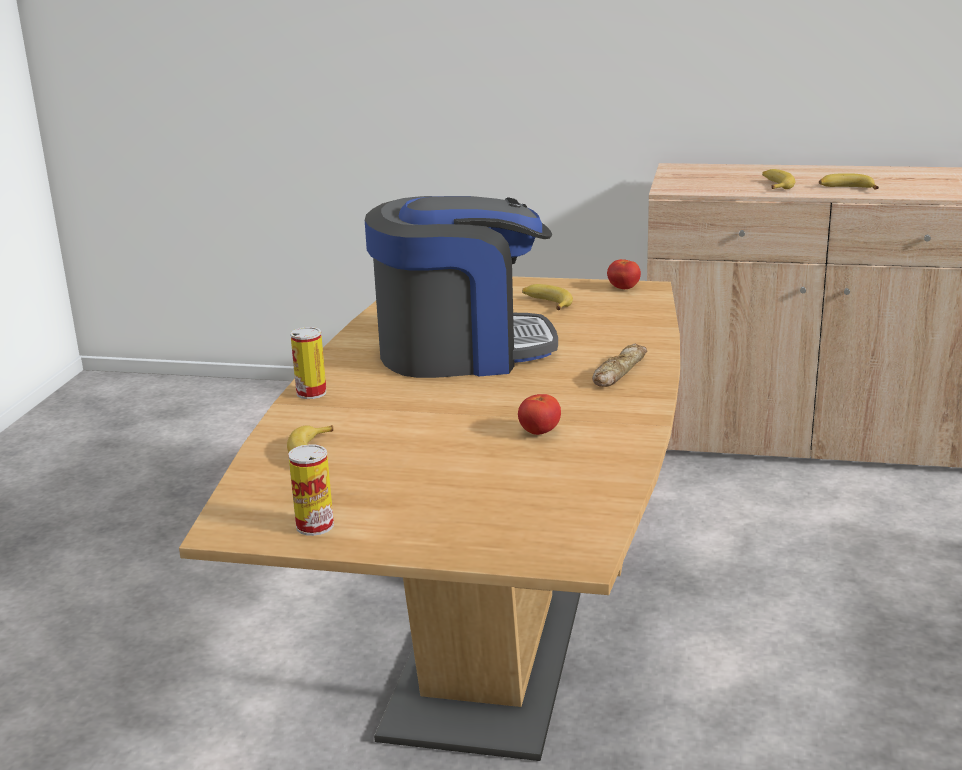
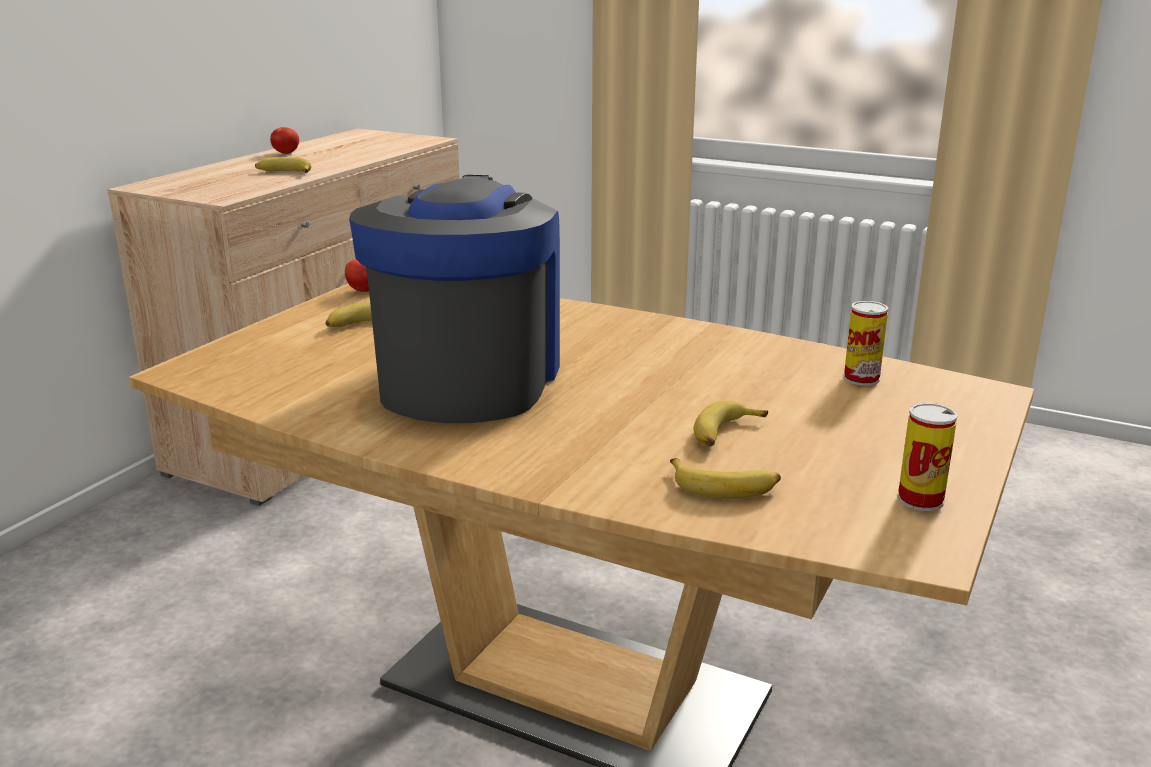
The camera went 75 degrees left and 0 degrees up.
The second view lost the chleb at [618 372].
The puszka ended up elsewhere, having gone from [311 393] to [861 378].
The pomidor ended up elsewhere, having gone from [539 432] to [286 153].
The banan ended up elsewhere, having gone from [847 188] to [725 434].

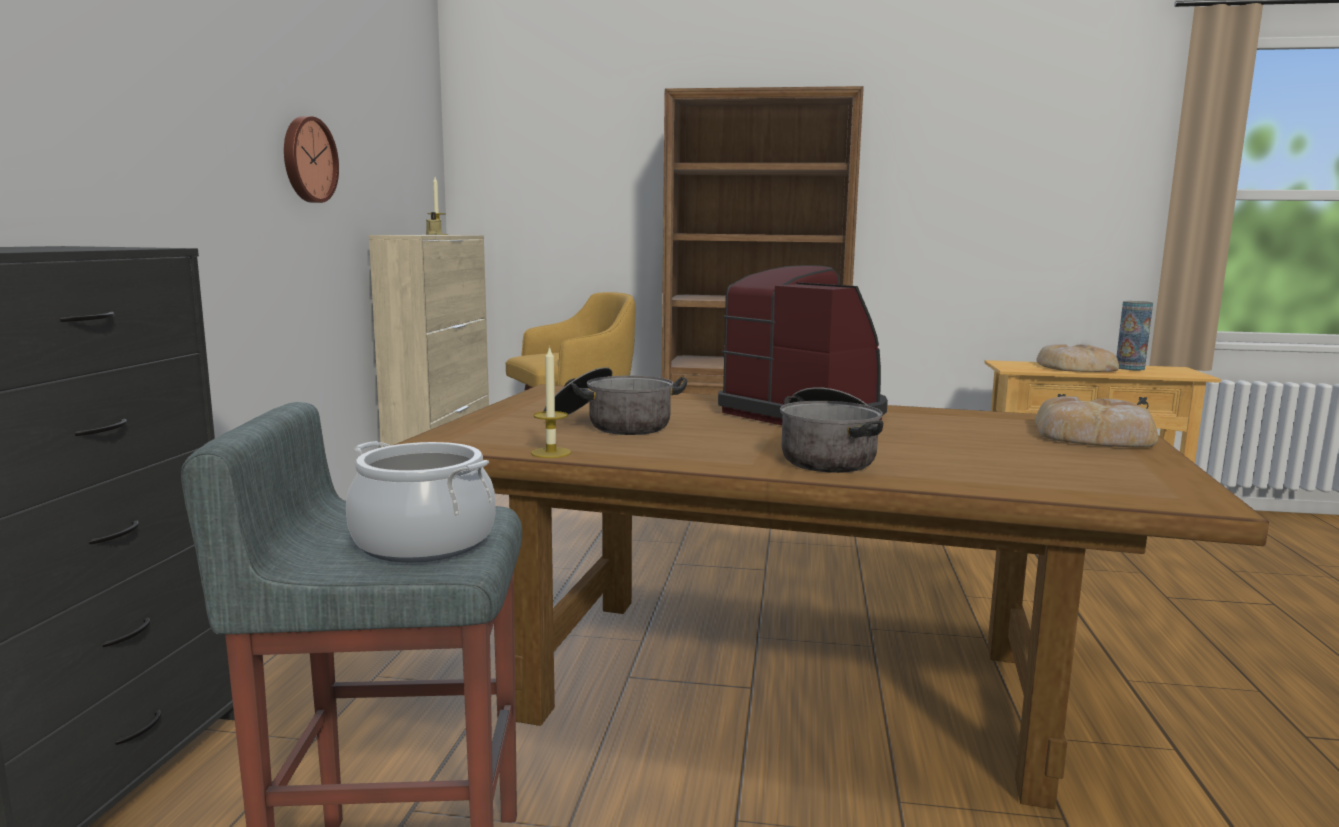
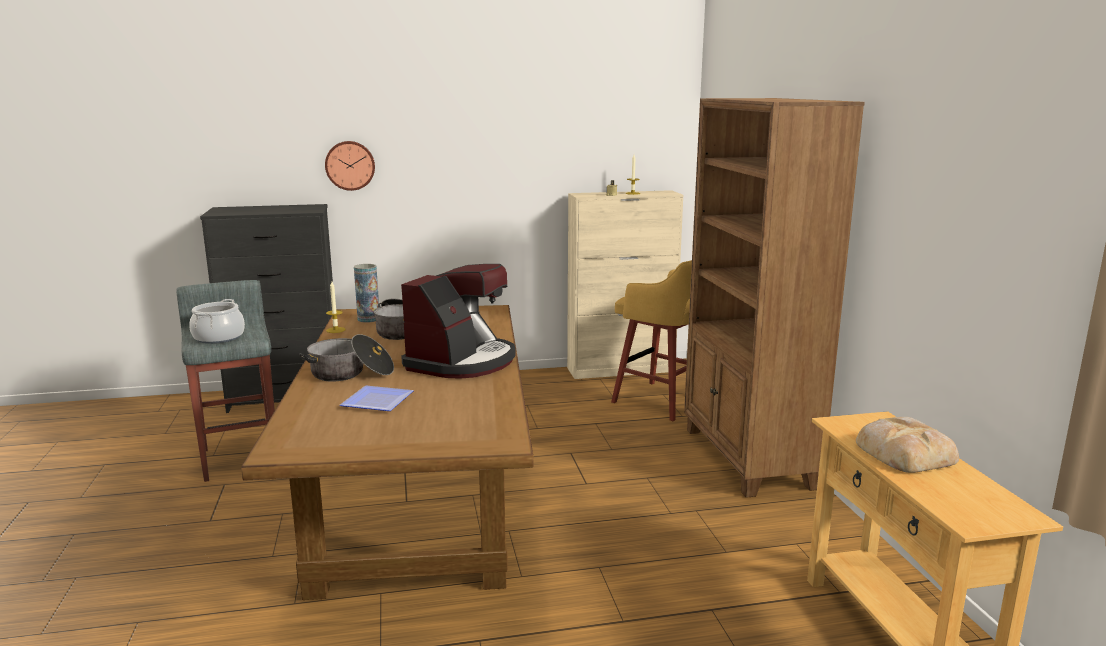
The camera went 70 degrees right and 5 degrees up.
The second view lost the chleb at [1095 436].
The second view gained the talerz at [380 401].
The zegar ścienny ended up elsewhere, having gone from [307 160] to [350 165].
The wazon ended up elsewhere, having gone from [1129 368] to [368 319].

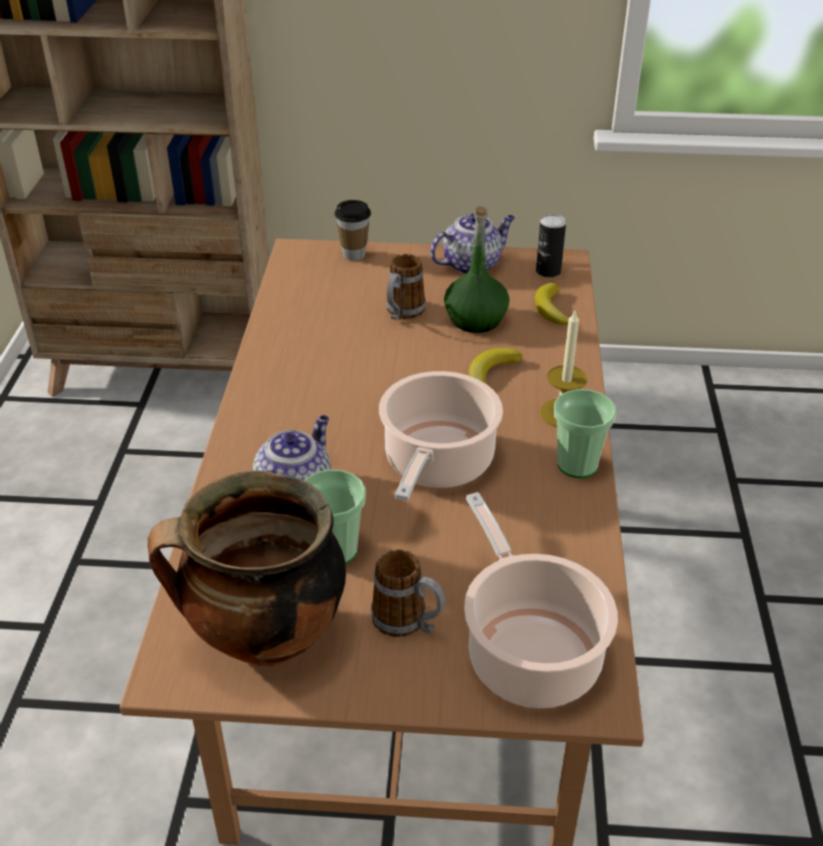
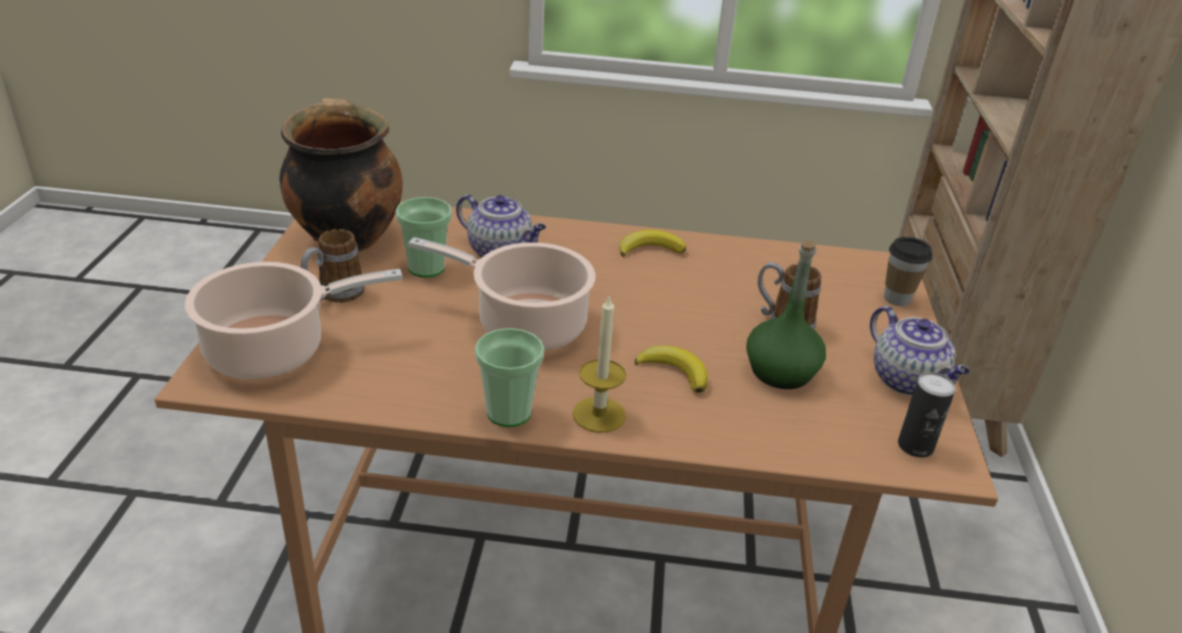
The camera went 90 degrees right and 5 degrees down.
The banan ended up elsewhere, having gone from [551 309] to [650 249].

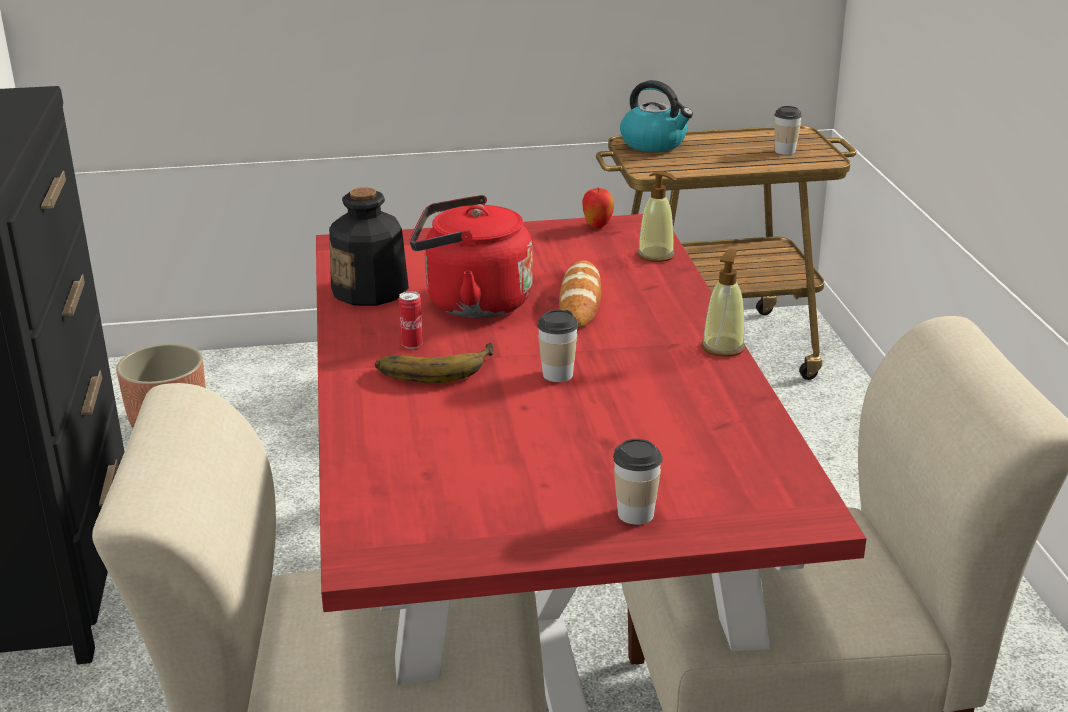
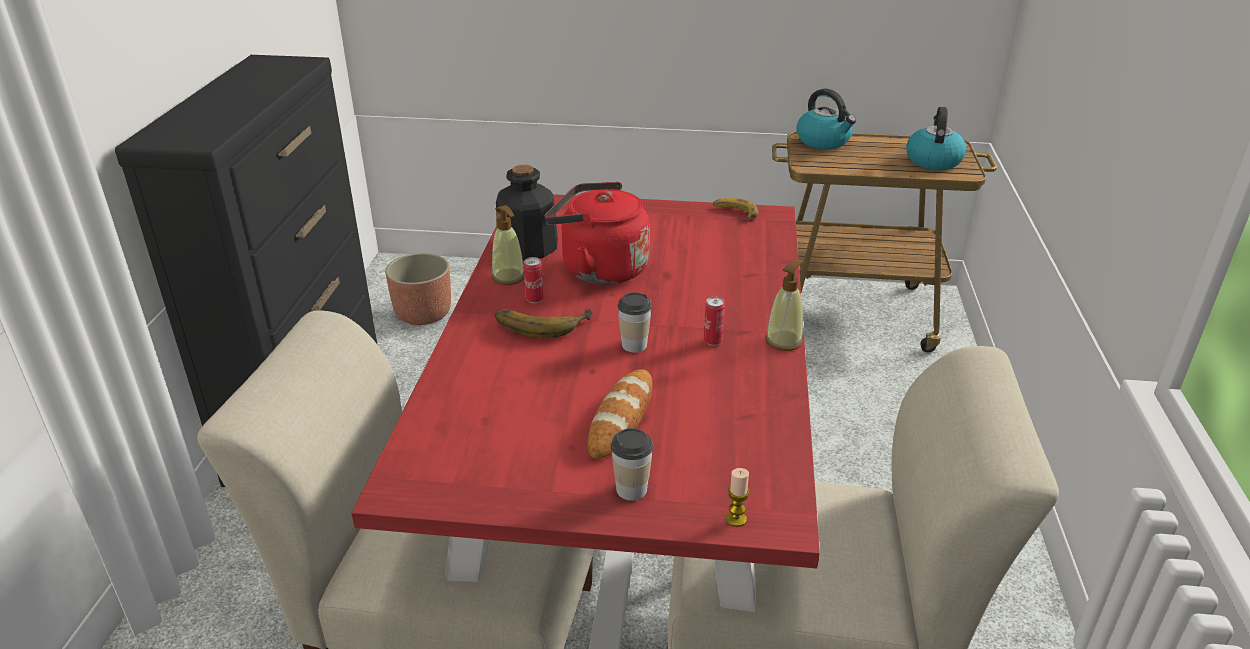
The camera went 15 degrees right and 5 degrees up.
The second view gained the puszka at [712 341].
The second view gained the świeca at [736 519].
The chleb ended up elsewhere, having gone from [580 300] to [621 418].
The dozownik mydła ended up elsewhere, having gone from [656 255] to [508 277].
Where the jabłko stood at [597 226], the banan came to stand at [735 212].
Where the filiżanka stood at [785 151], the czajnik came to stand at [933 160].

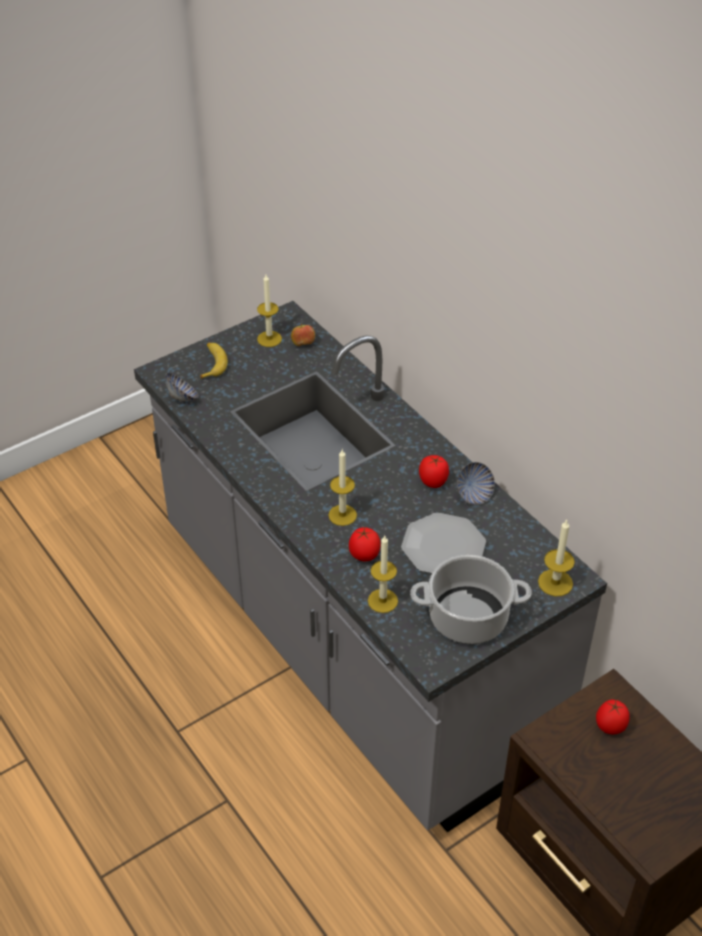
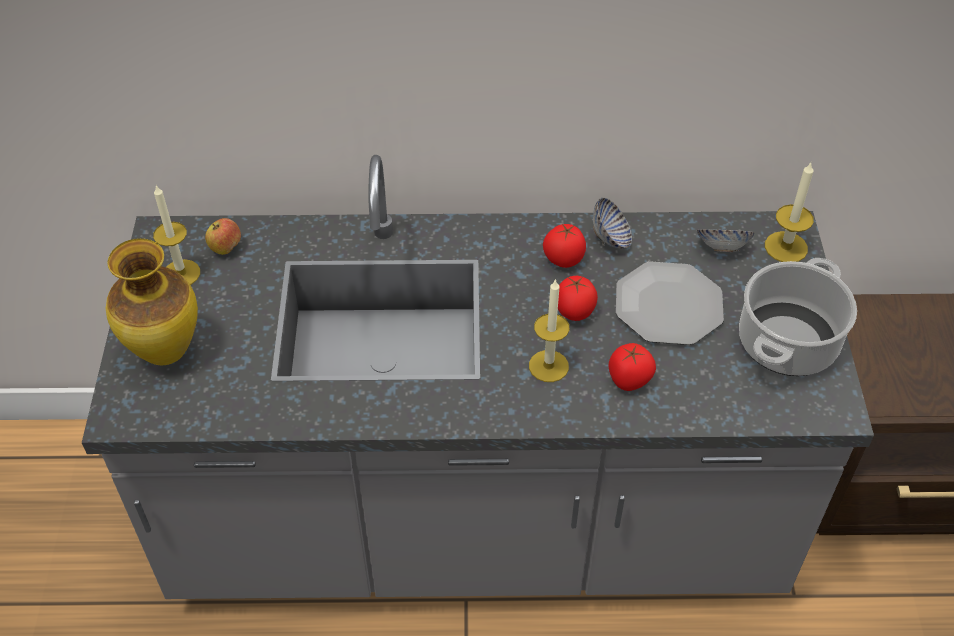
The camera went 55 degrees left and 5 degrees up.
The second view lost the świeca at [382 601].
The miska ended up elsewhere, having gone from [183 397] to [722 248].
The pomidor ended up elsewhere, having gone from [609 727] to [574 313].
Where the banan stood at [212 364], the wazon came to stand at [164 352].

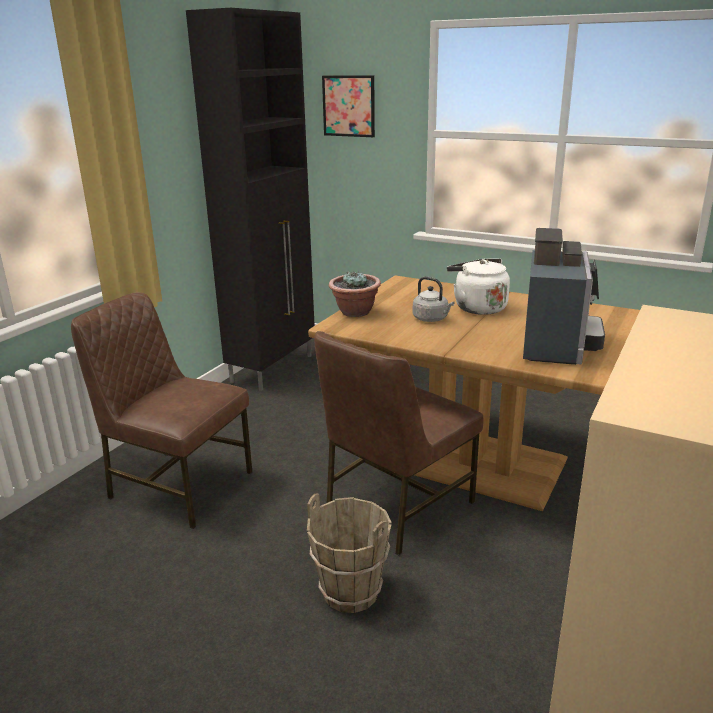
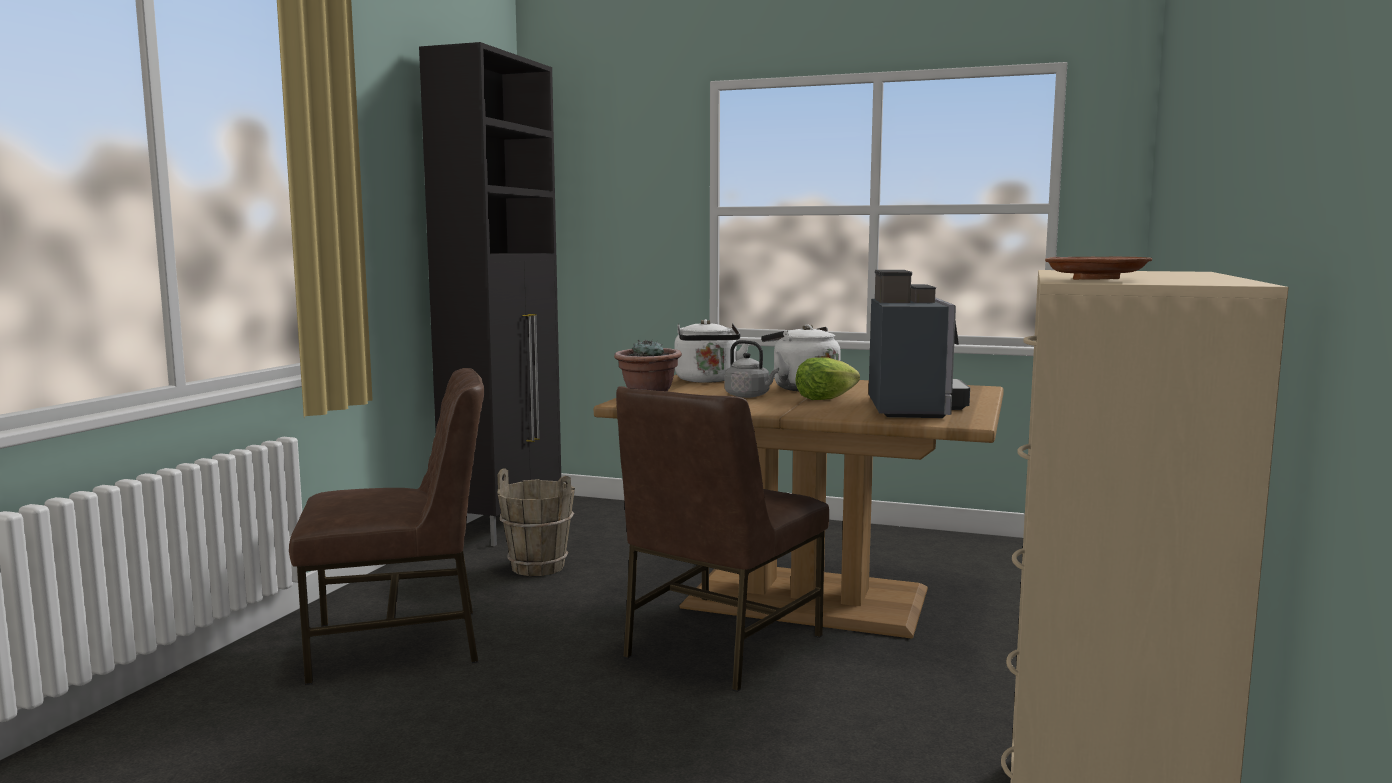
The camera went 10 degrees left and 15 degrees down.
The second view lost the obraz at [349 106].
The second view gained the czajnik/biały at [707 380].
The second view gained the sałata at [824 399].
The second view gained the talerz/brązowy at [1096 279].
The wiadro/brązowy ended up elsewhere, having gone from [351 591] to [538 567].
The krzesło/brązowy at [178 485] ended up facing another way, 150 degrees clockwise from before.

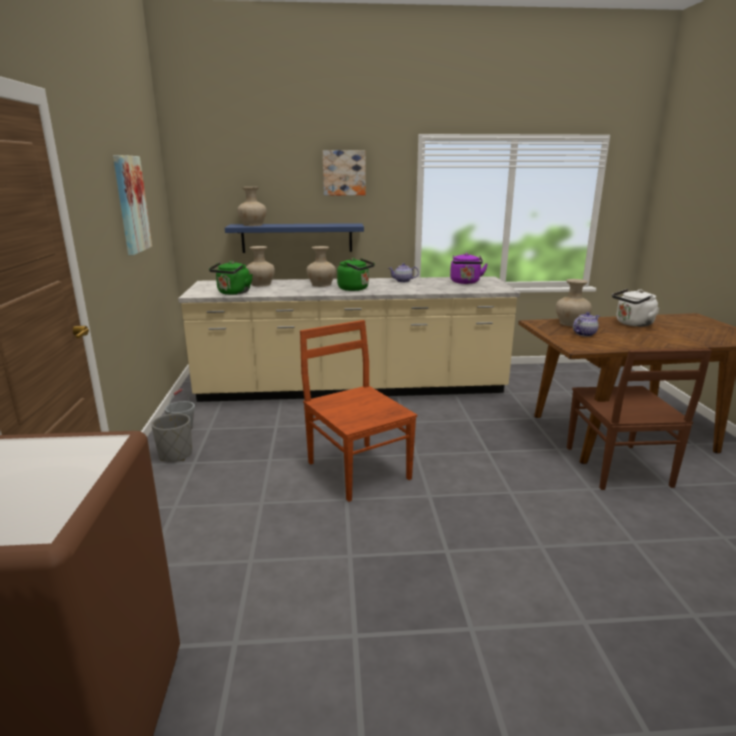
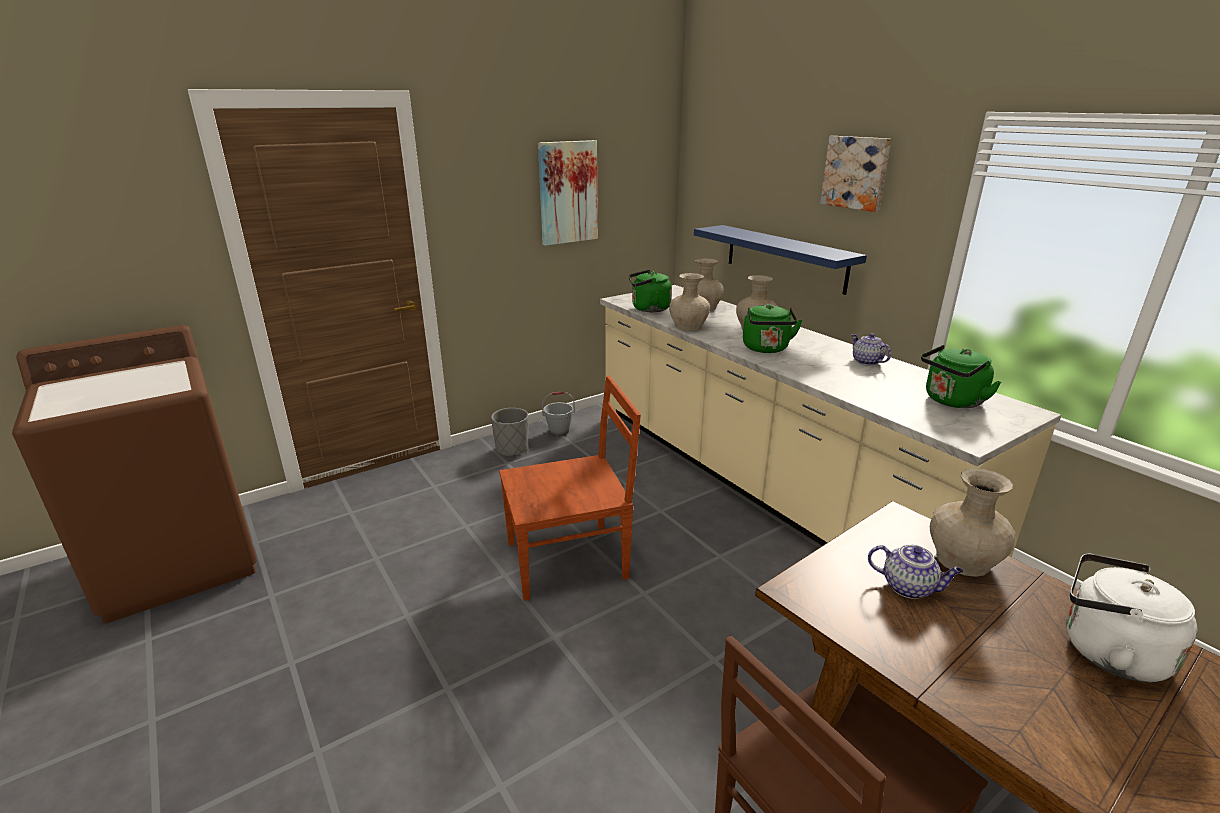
The camera went 60 degrees right and 5 degrees up.
The wazon/beżowy ended up elsewhere, having gone from [252 225] to [688 326].
What was the czajnik/fioletowy at [465 282] turned into the czajnik/zielony at [951 401].
The krzesło/brązowy at [357 469] ended up facing another way, 45 degrees clockwise from before.

